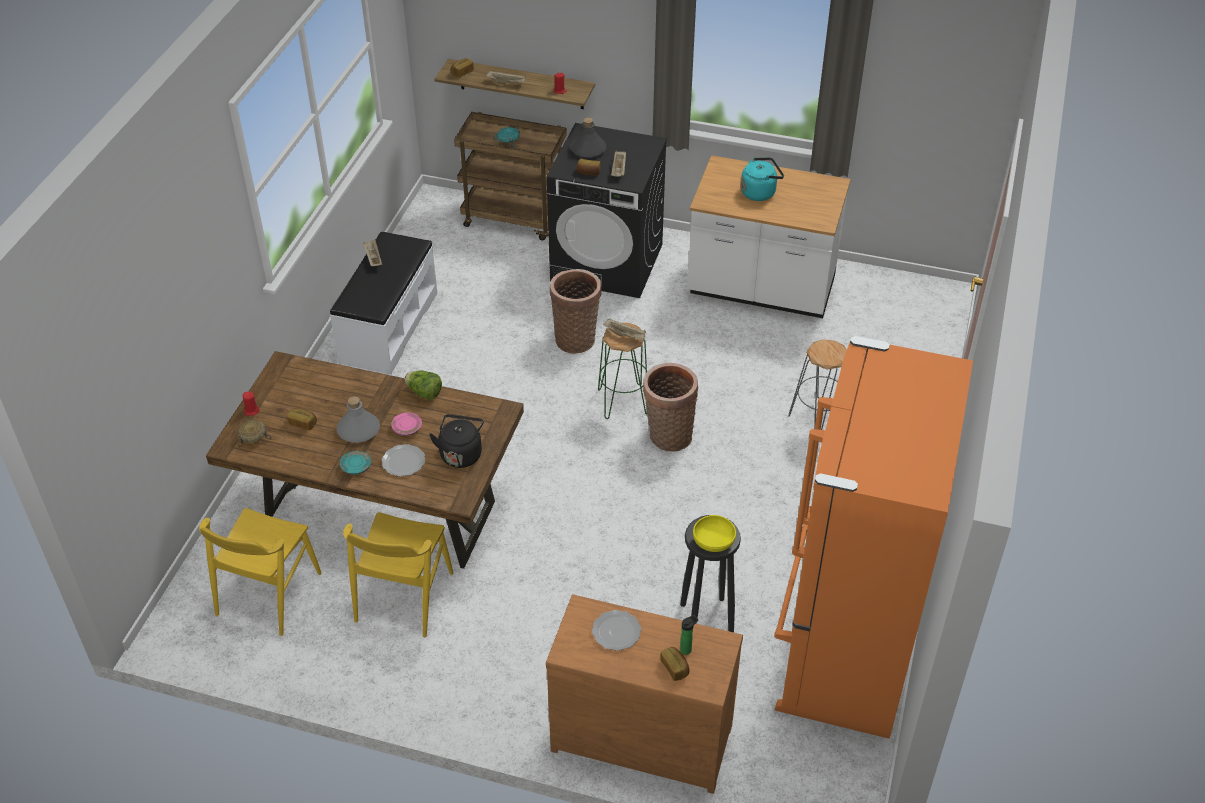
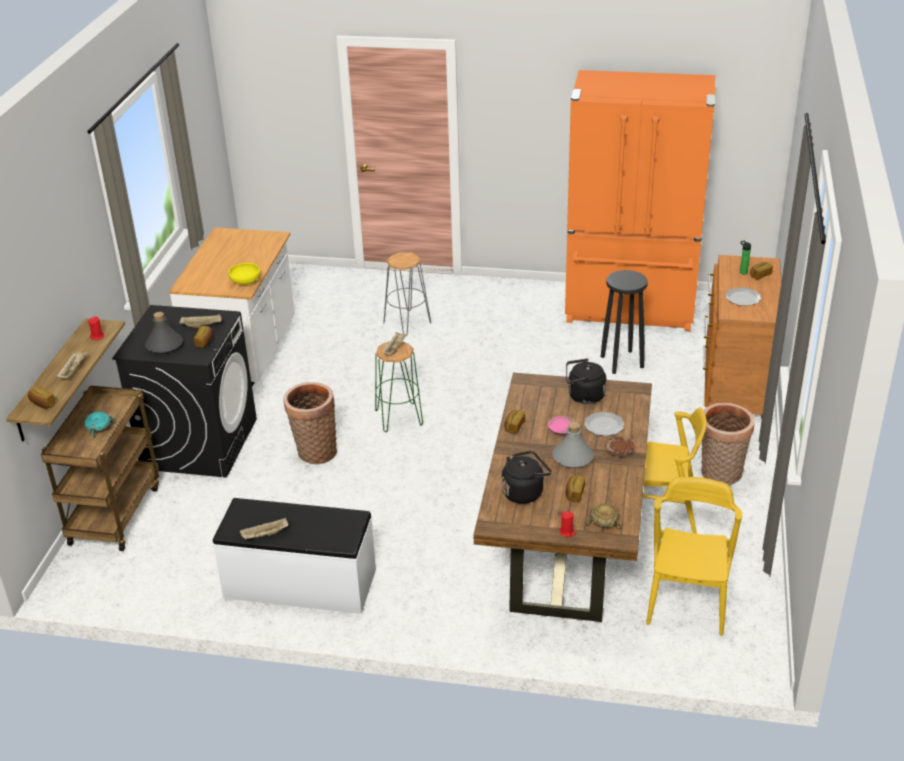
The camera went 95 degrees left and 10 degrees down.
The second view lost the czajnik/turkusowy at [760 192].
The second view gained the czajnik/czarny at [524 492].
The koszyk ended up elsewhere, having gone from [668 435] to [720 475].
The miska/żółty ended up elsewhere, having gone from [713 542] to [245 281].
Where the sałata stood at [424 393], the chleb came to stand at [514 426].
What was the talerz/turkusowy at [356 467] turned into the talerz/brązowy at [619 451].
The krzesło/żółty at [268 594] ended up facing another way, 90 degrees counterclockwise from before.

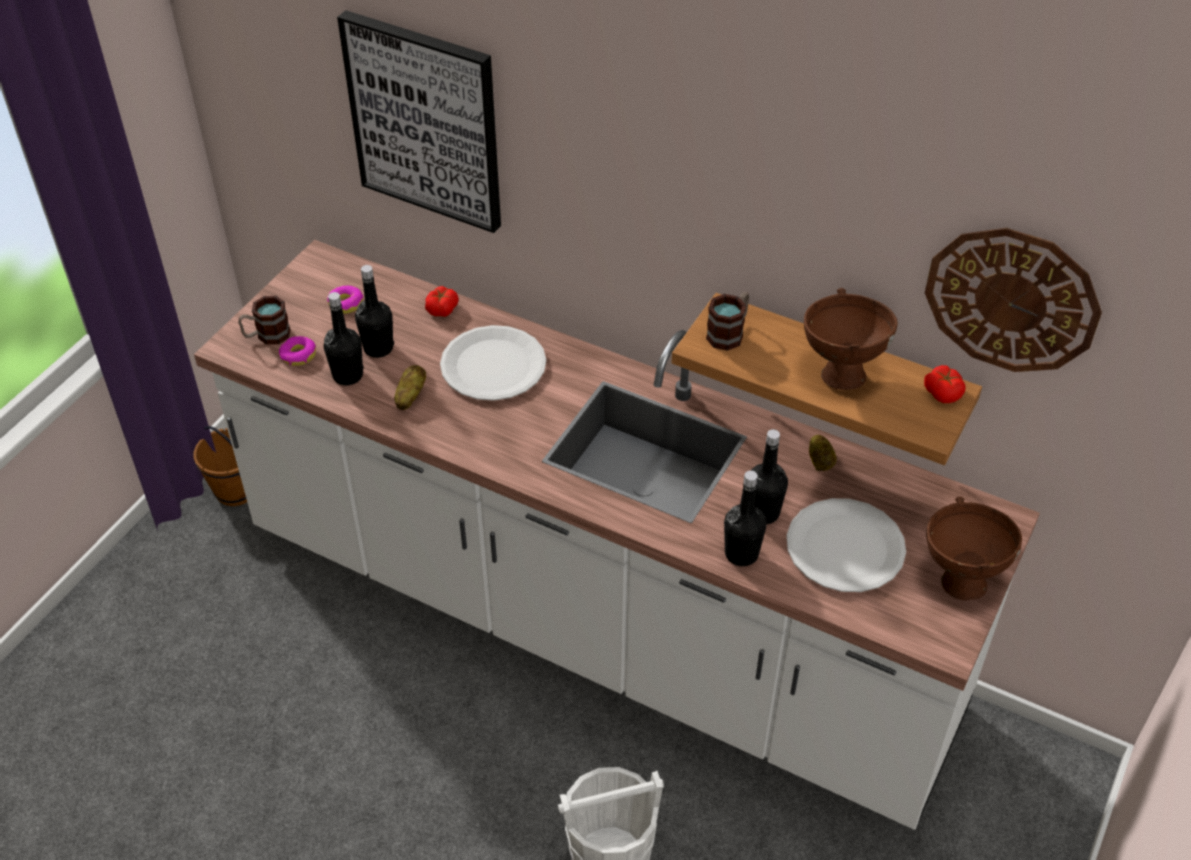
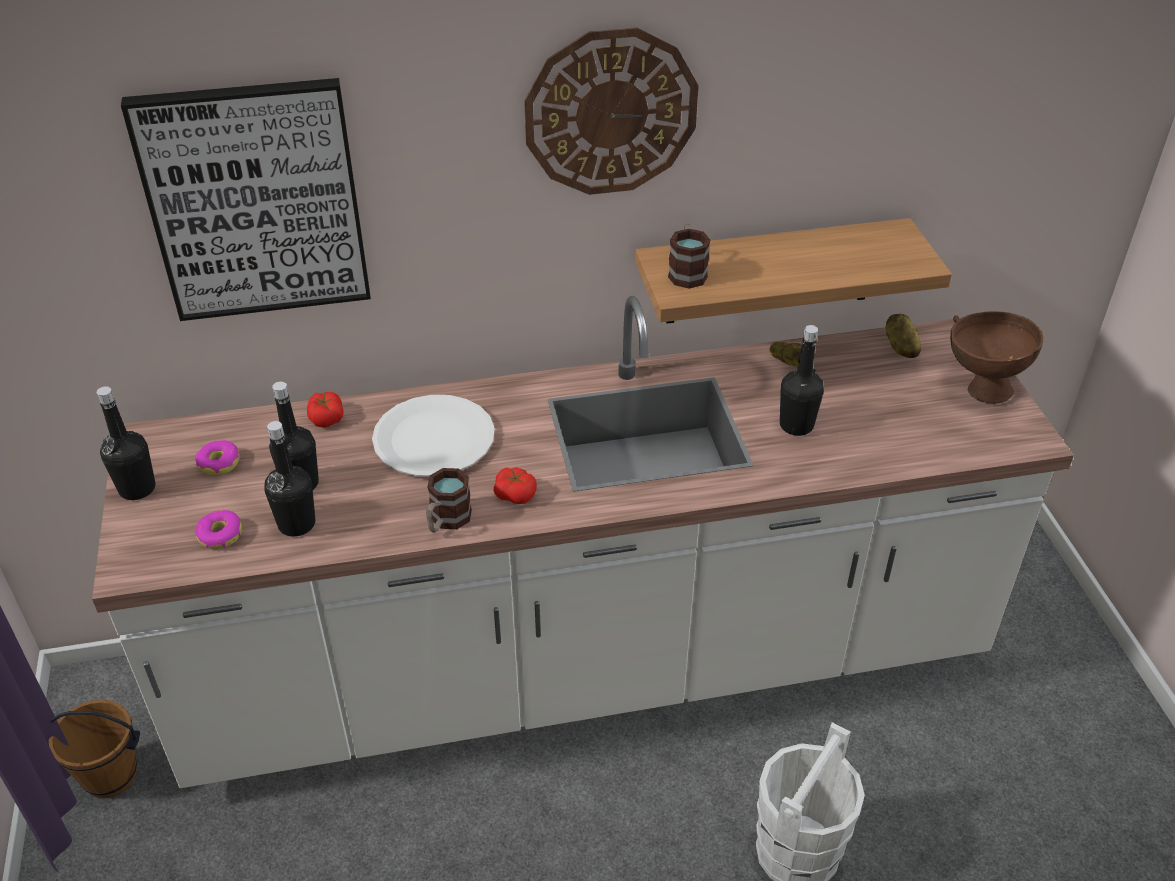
The camera went 40 degrees left and 5 degrees down.
The second view lost the talerz/biały at [845 548].
The second view lost the miska/brązowy at [841 370].
The kubek ended up elsewhere, having gone from [267 335] to [446 521].
The ziemniak ended up elsewhere, having gone from [410 396] to [900 347].
The butelka/czarny ended up elsewhere, having gone from [741 554] to [137 488].
The pomidor ended up elsewhere, having gone from [943 392] to [515 494].
The zegar ścienny ended up elsewhere, having gone from [1011 300] to [611 112].

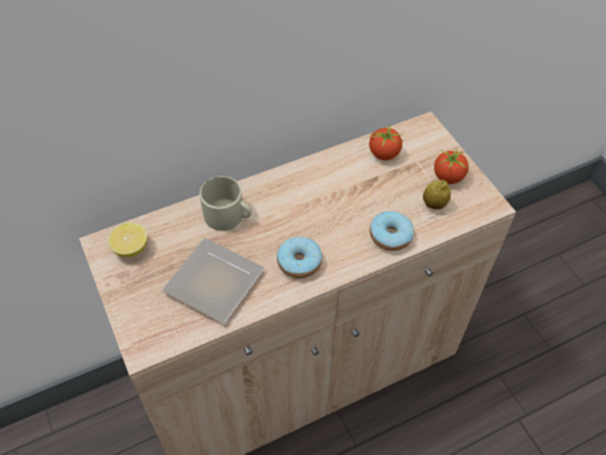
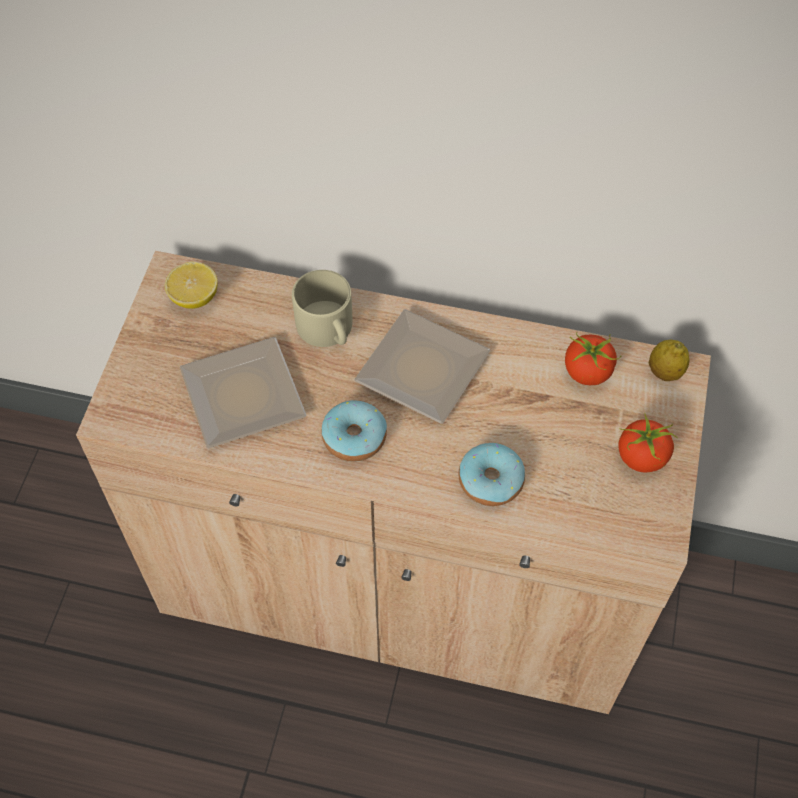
The camera went 40 degrees right and 5 degrees up.
The second view gained the talerz at [424 374].
The cytryna ended up elsewhere, having gone from [434 204] to [664 372].

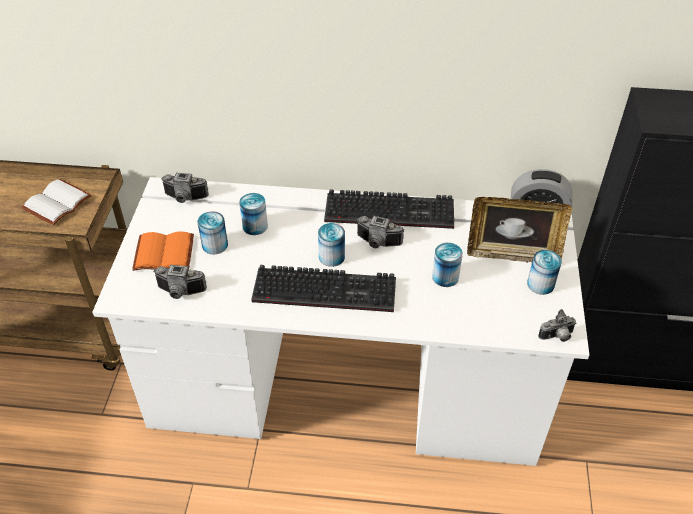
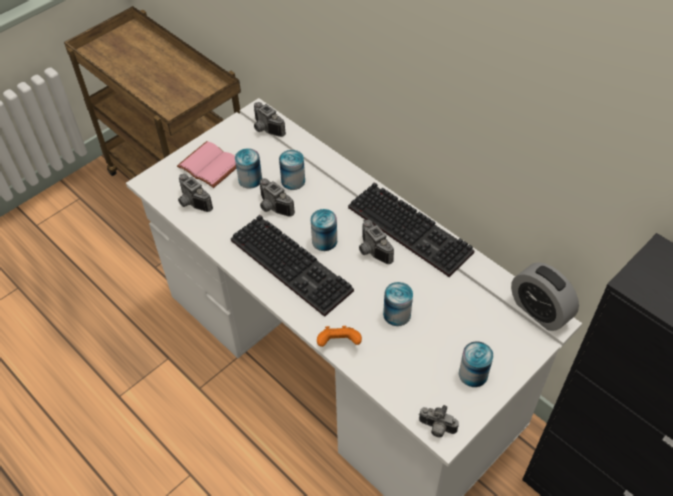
The camera went 40 degrees right and 5 degrees up.
The second view lost the książka/biały at [57 202].
The second view lost the ramka na zdjęcie at [512 254].
The second view gained the aparat fotograficzny at [272 208].
The second view gained the pad do gier/pomarańczowy at [339 343].
What was the książka/pomarańczowy at [165 252] turned into the książka/różowy at [212 165].

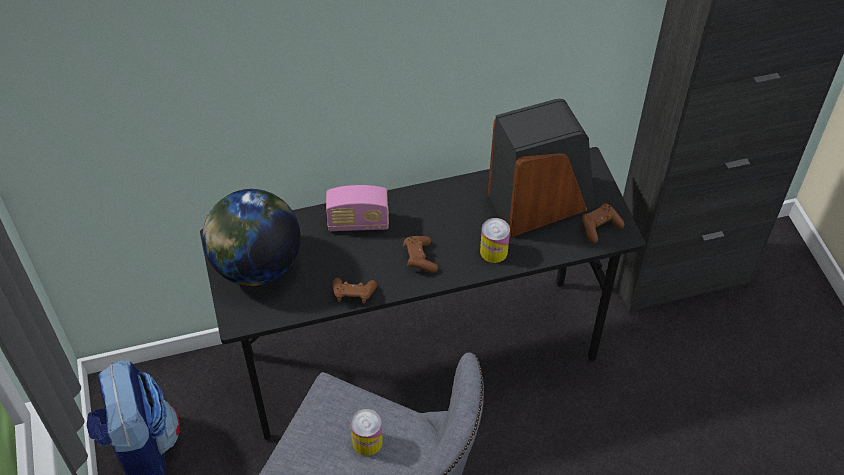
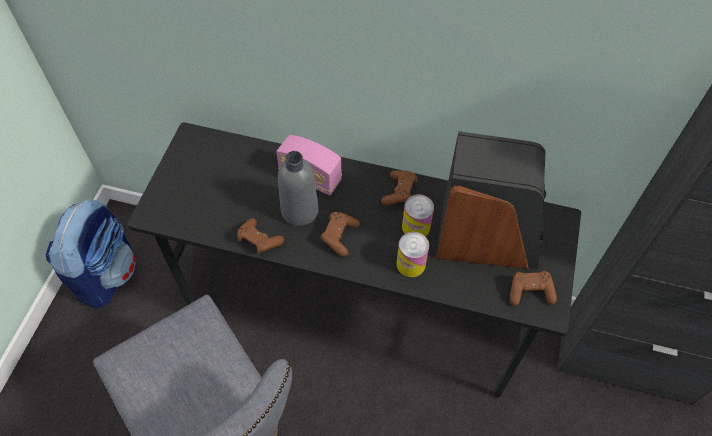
The camera went 30 degrees right and 5 degrees up.
The second view lost the globus at [256 265].
The second view gained the butelka/szary at [299 211].
The second view gained the pad do gier/brązowy at [399 192].
The puszka ended up elsewhere, having gone from [367 442] to [416 227].

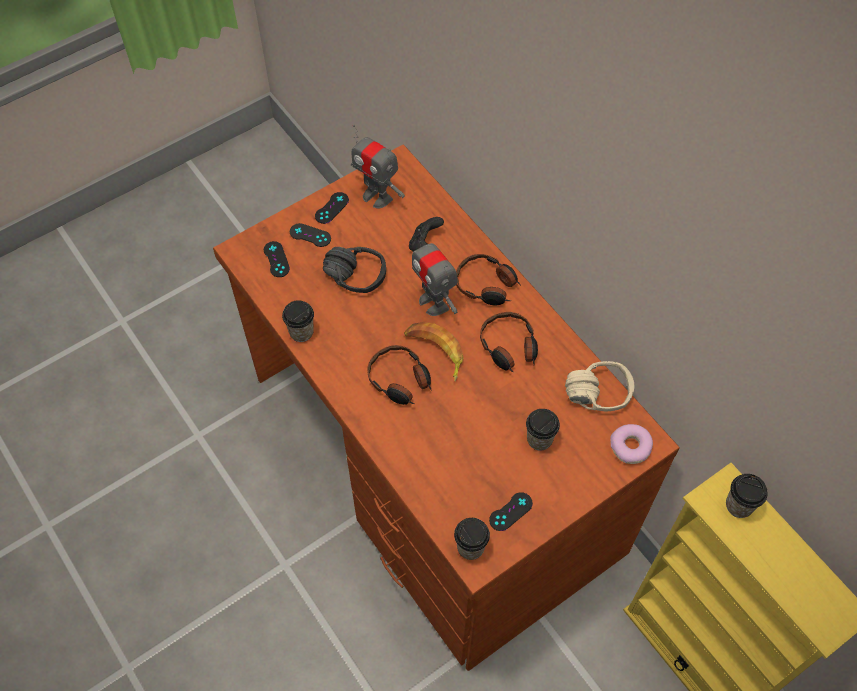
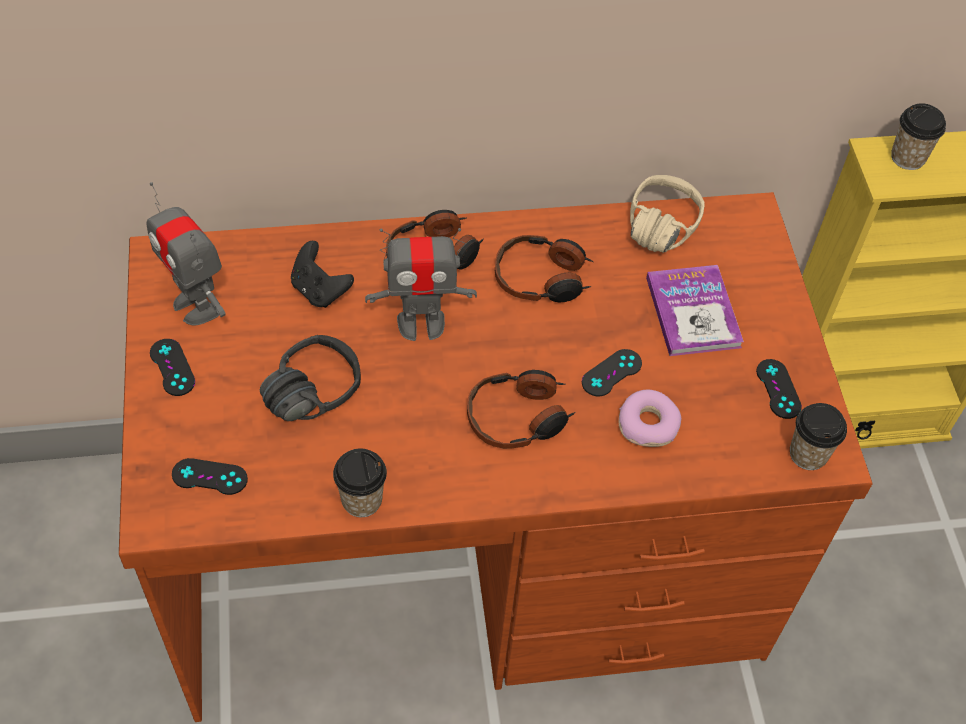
The camera went 65 degrees left and 5 degrees down.
The second view lost the banan at [435 352].
The pad do gier/czarny ended up elsewhere, having gone from [310 235] to [611 373].
The donut ended up elsewhere, having gone from [630 447] to [648 424].
Where the filiżanka stood at [539 439], the książka came to stand at [693 312].
The robot zabawkowy at [377 196] ended up facing another way, 75 degrees clockwise from before.

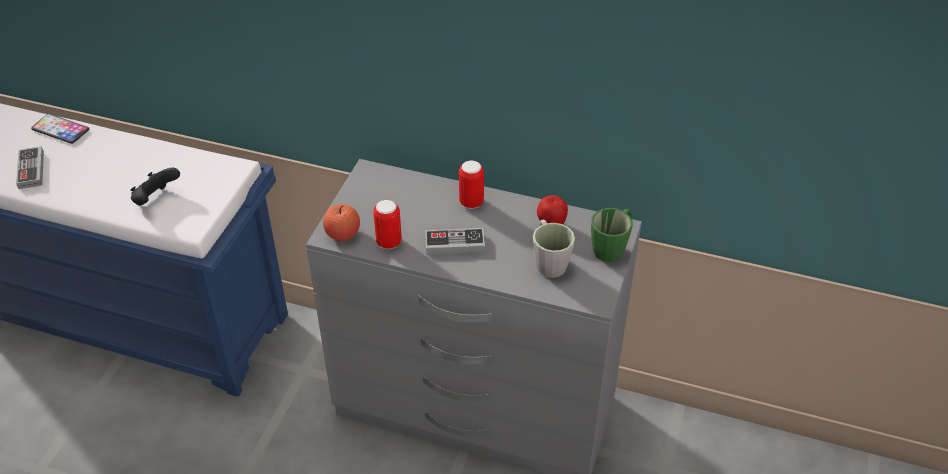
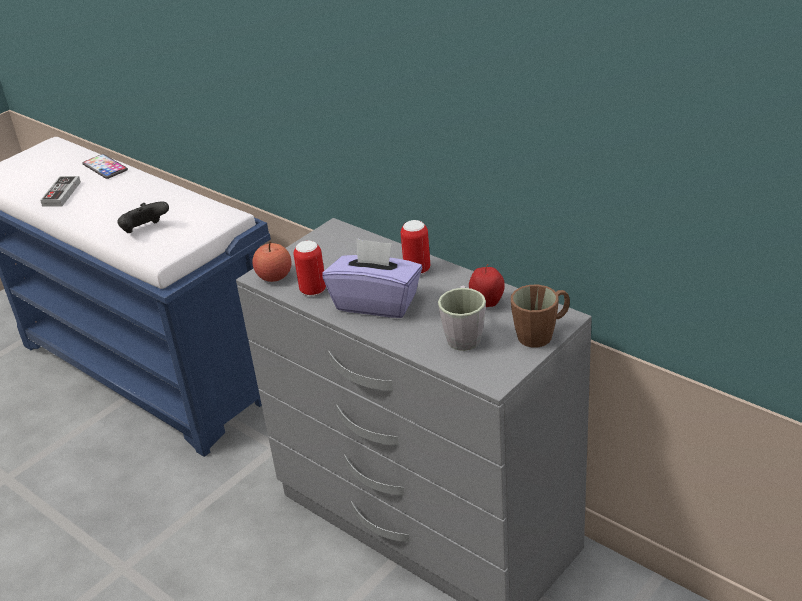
The camera went 25 degrees right and 10 degrees down.
Where the pad do gier stood at [455 244], the pudełko chusteczek/fioletowy came to stand at [376 302].
What was the kubek/zielony at [612 247] turned into the kubek/brązowy at [542 334].

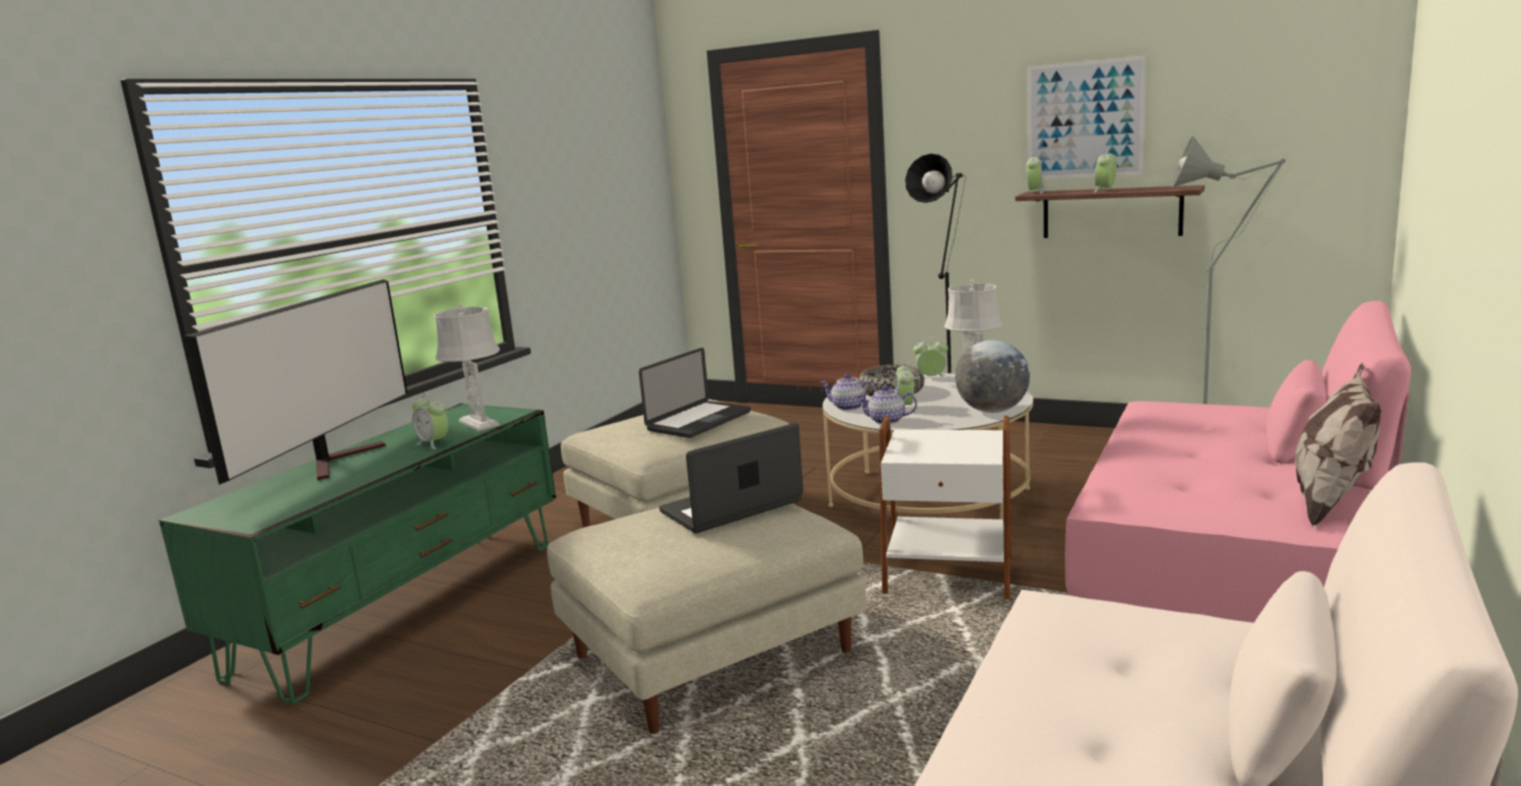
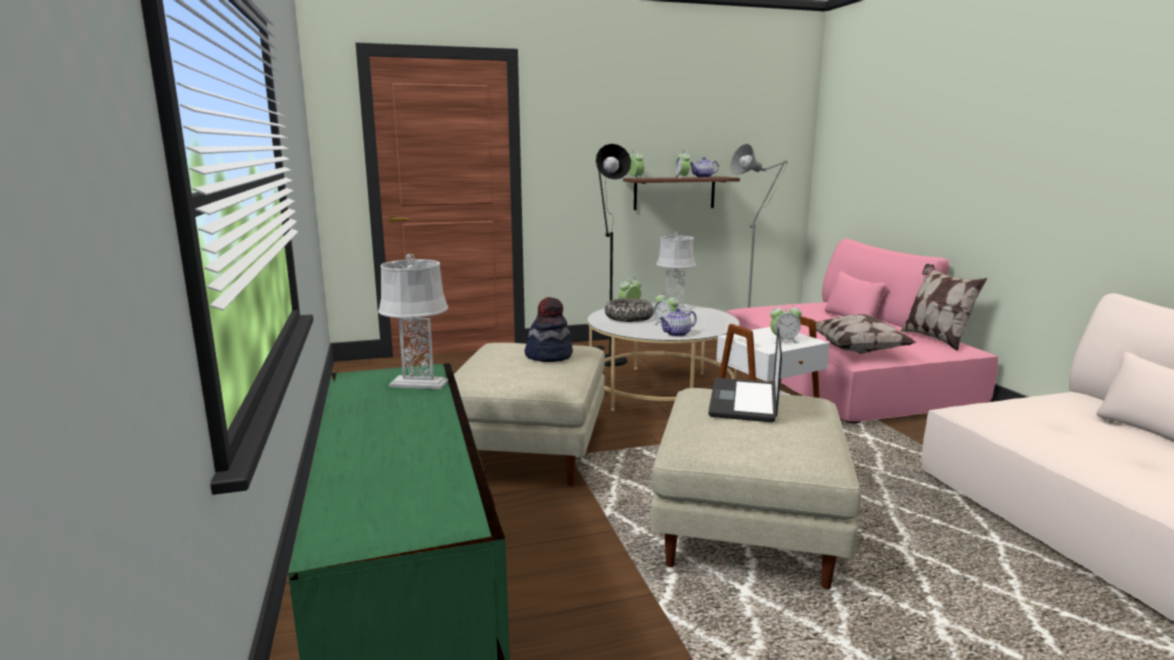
The camera went 45 degrees left and 0 degrees up.
The second view lost the telewizor at [338 460].
The second view lost the globus at [992 411].
The second view lost the obraz at [1084 120].
The second view gained the poduszka at [857 350].
The budzik ended up elsewhere, having gone from [433 444] to [784 341].
The imbryk ended up elsewhere, having gone from [848 407] to [703 177].
Where the laptop stood at [699 421], the kapelusz came to stand at [549 356].

